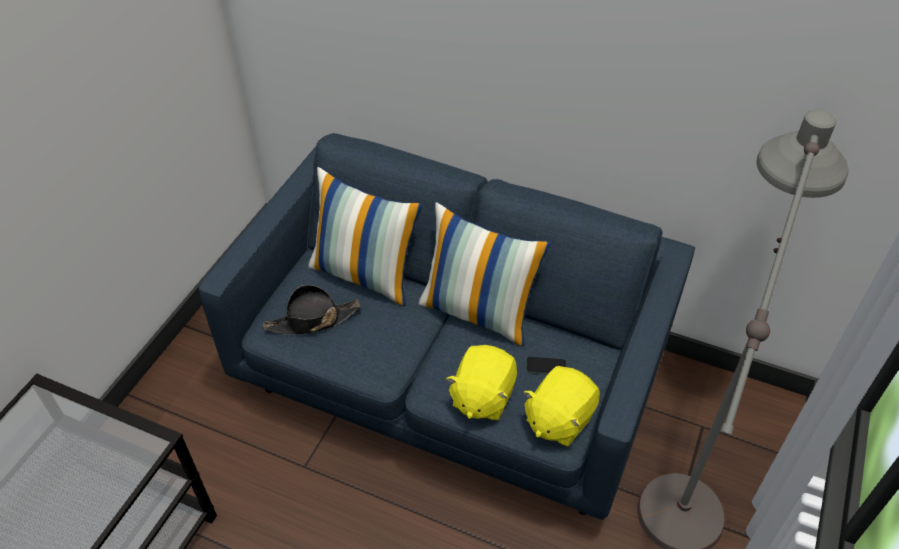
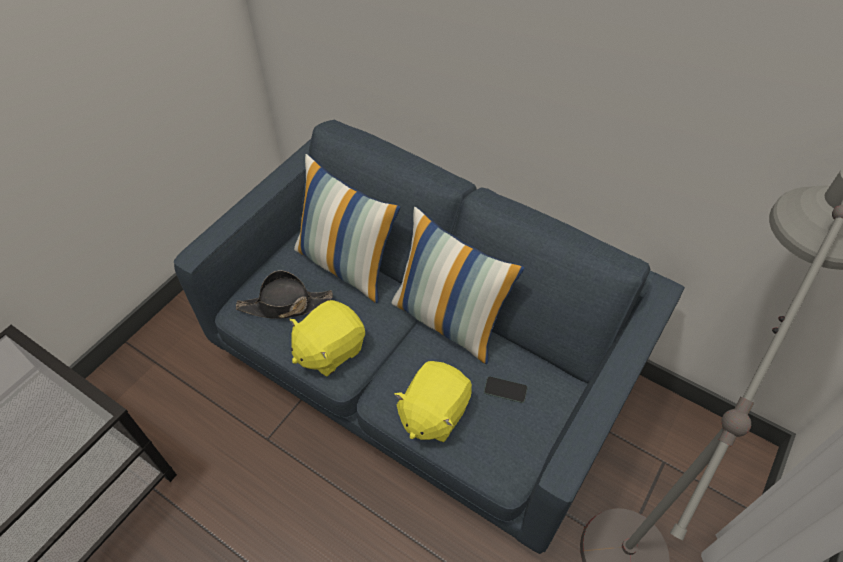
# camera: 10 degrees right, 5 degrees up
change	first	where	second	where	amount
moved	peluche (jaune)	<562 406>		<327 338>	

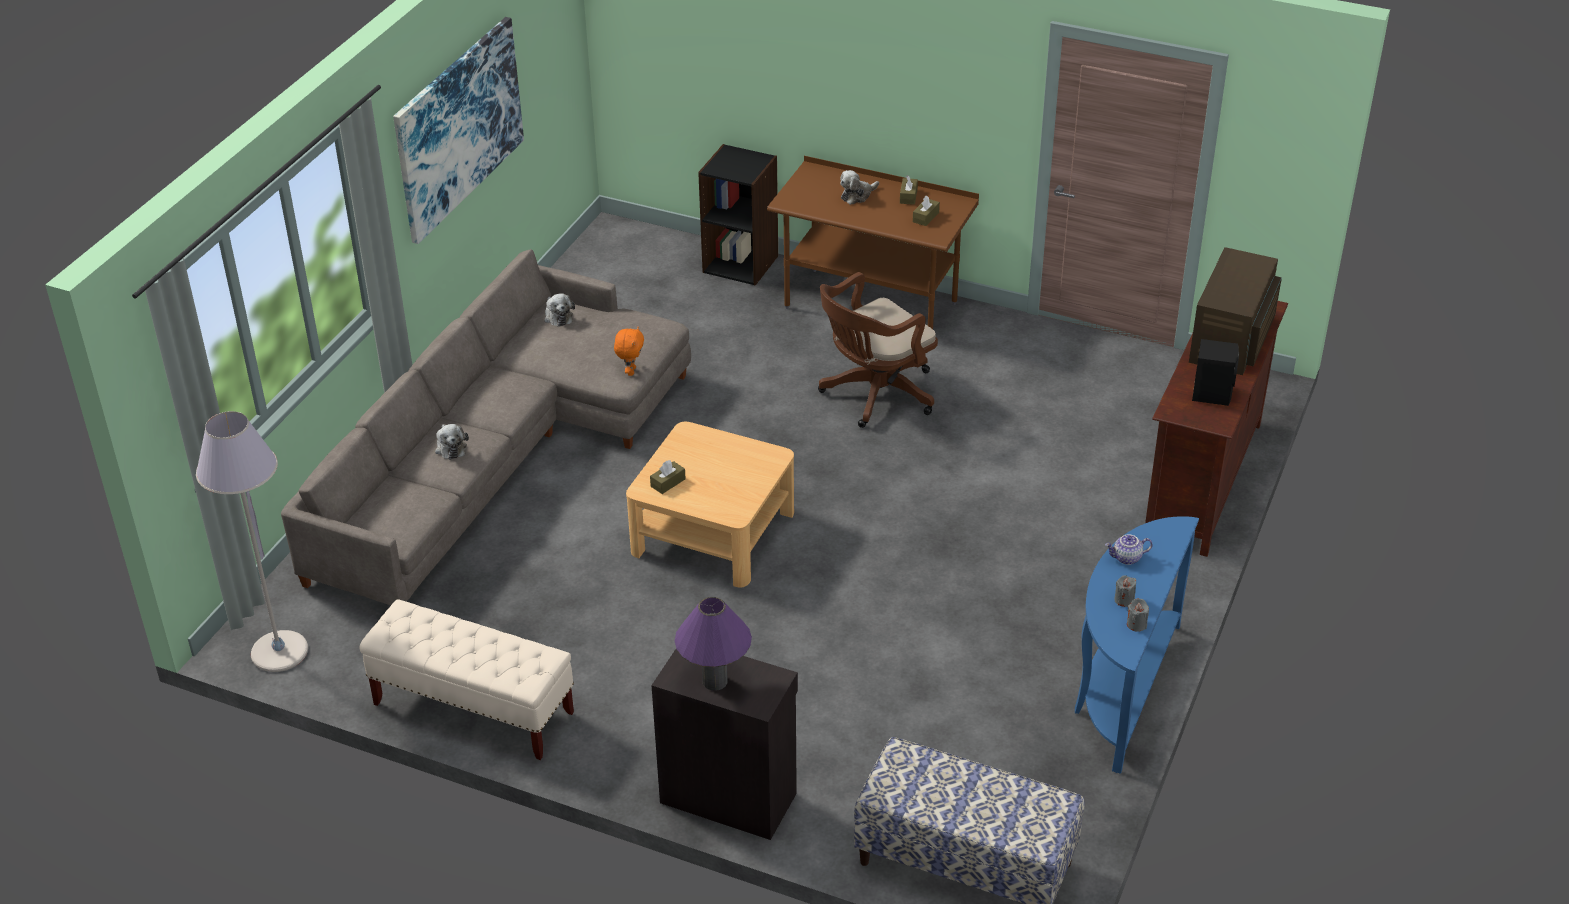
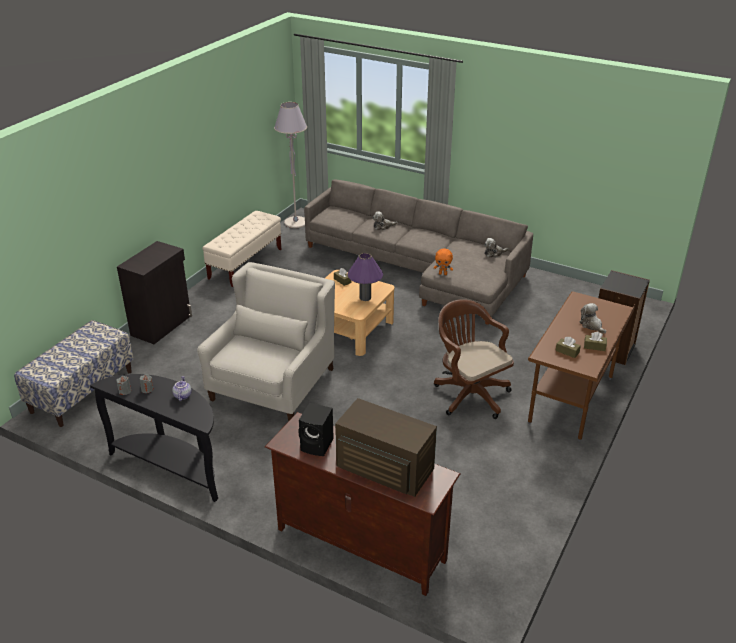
# camera: 95 degrees right, 5 degrees down
change	first	where	second	where	amount
removed	tableau	<458 130>			
moved	lampe de table (violet)	<713 644>		<365 277>	
recoloured	table console (bleu)	<1137 645>	table console (noir)	<154 438>	
added			fauteuil (blanc)	<266 341>	

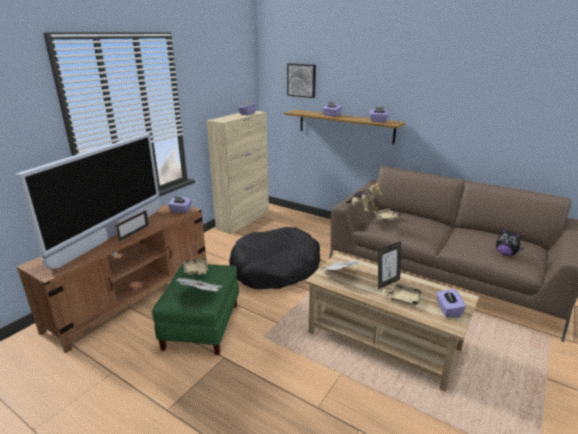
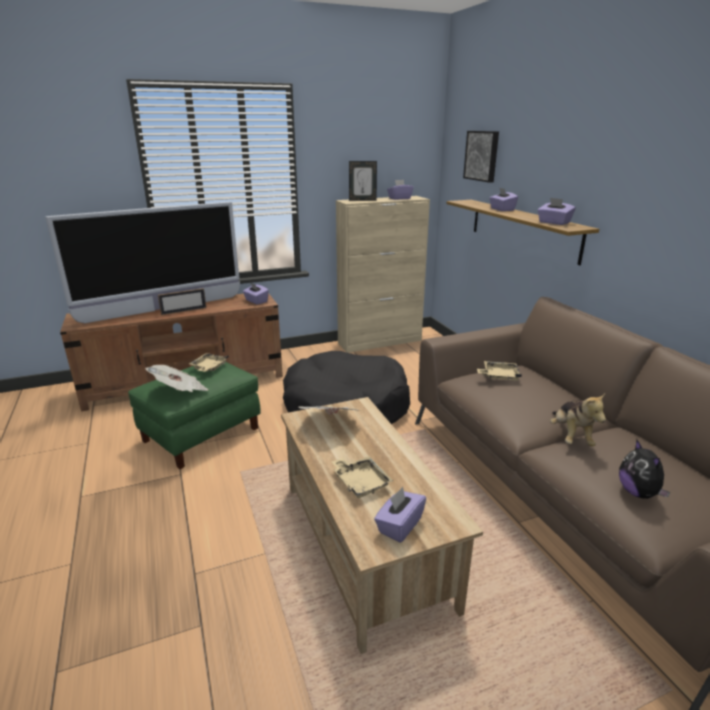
# camera: 35 degrees right, 0 degrees up
change	first	where	second	where	amount
moved	peluche	<364 197>		<578 419>	
moved	cadre photo	<389 265>		<363 181>	

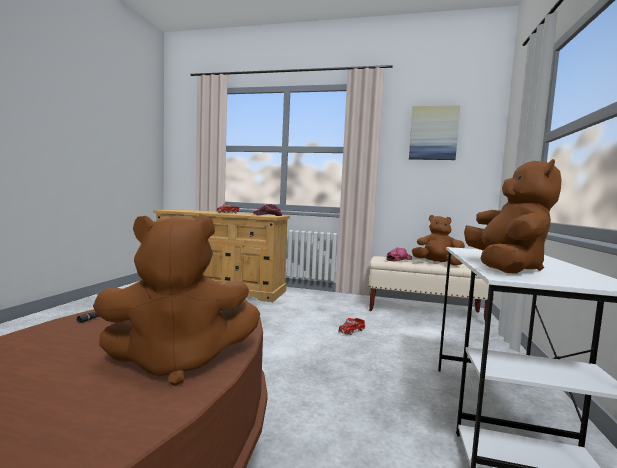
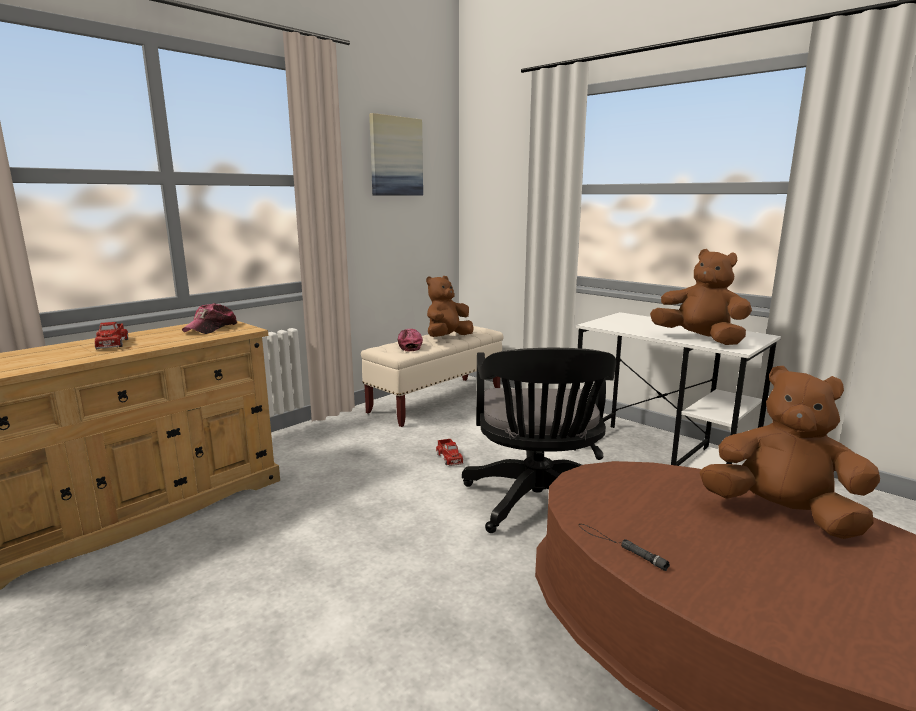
# camera: 60 degrees left, 10 degrees up
change	first	where	second	where	amount
turned	peluche (marron)	<176 300>		<790 452>	75 degrees counterclockwise
added			chaise de bureau (noir)	<539 440>	

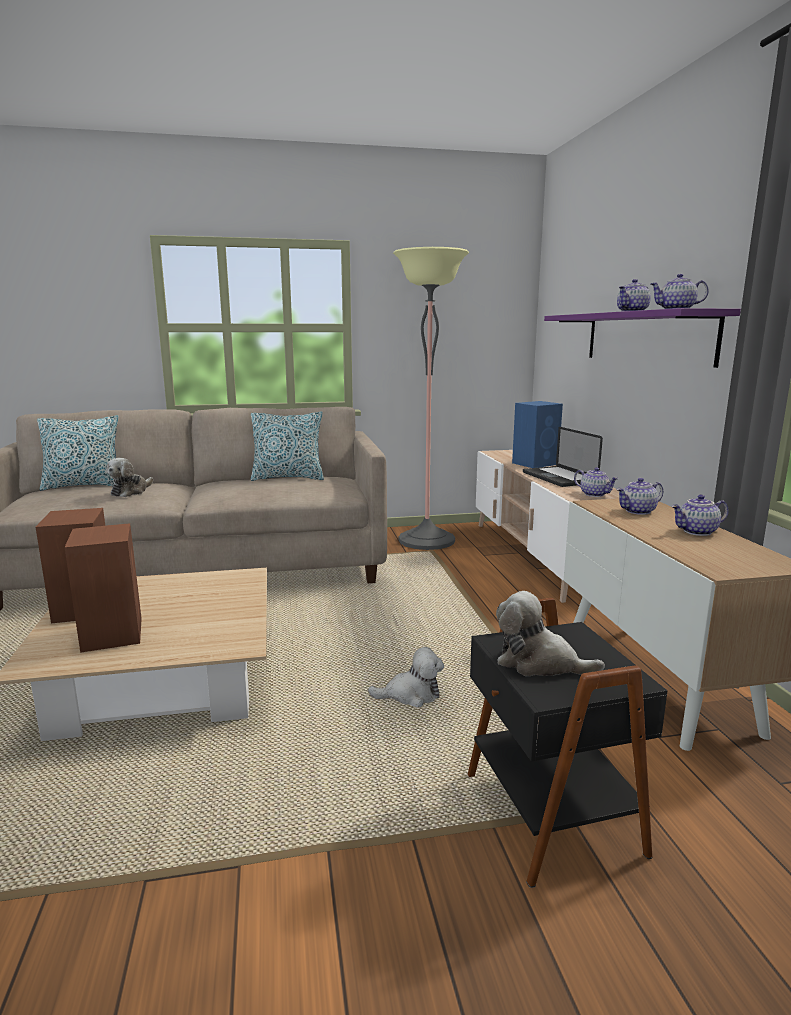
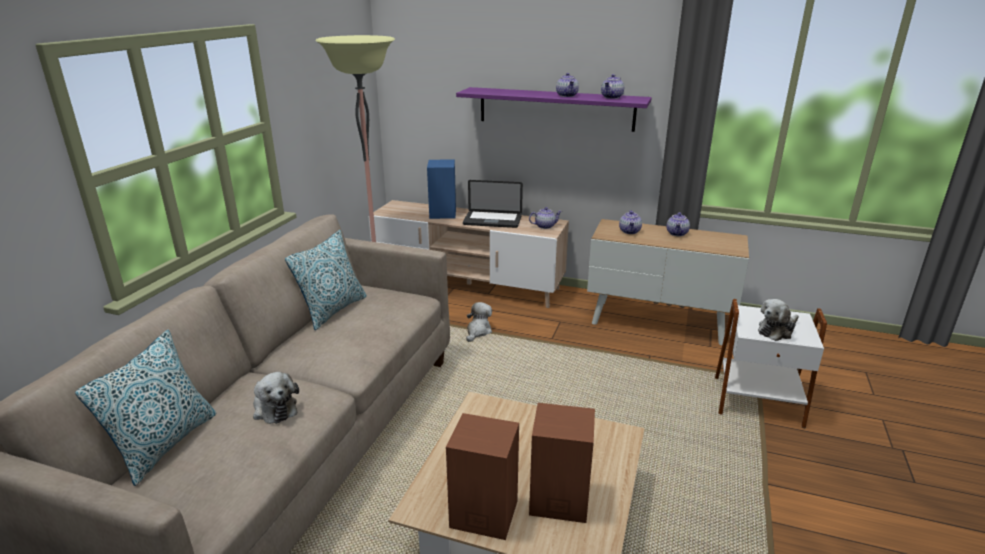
# camera: 60 degrees left, 10 degrees up
change	first	where	second	where	amount
moved	peluche	<406 677>		<479 322>	
recoloured	table d'appoint (noir)	<567 743>	table d'appoint (blanc)	<771 363>	

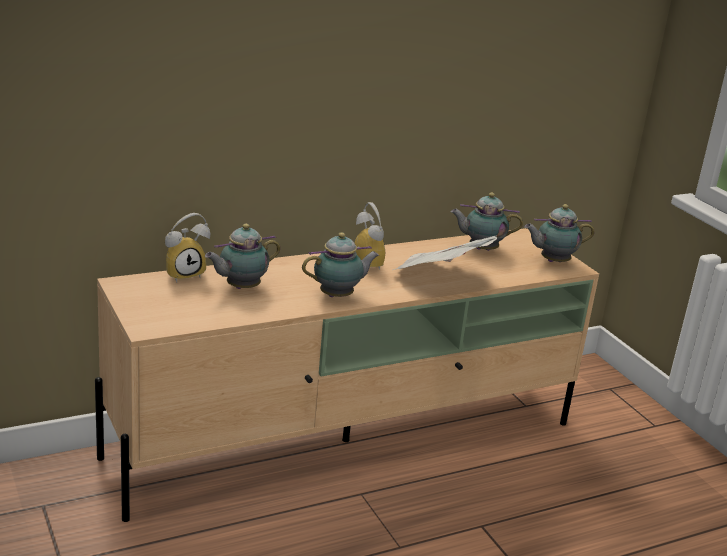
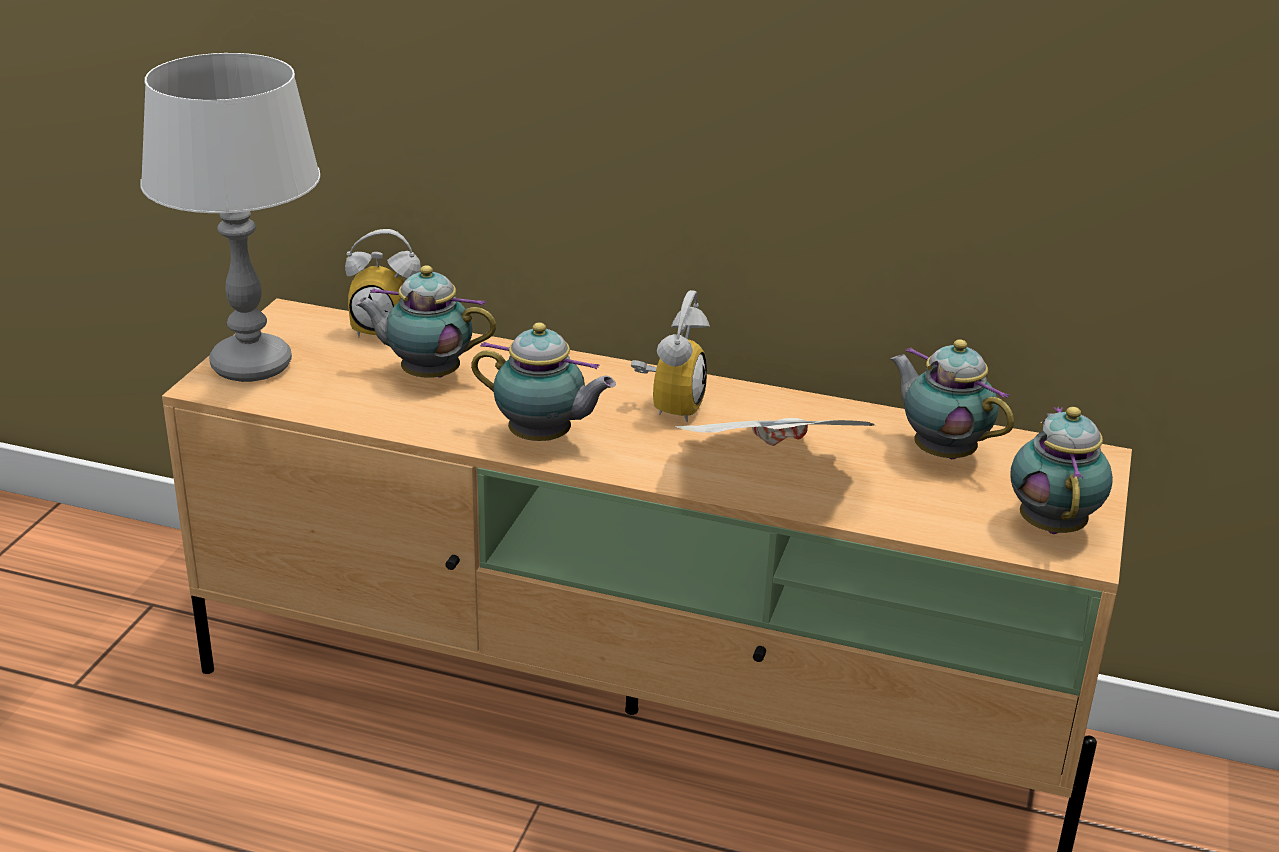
# camera: 45 degrees right, 5 degrees up
change	first	where	second	where	amount
turned	théière	<559 233>		<1062 470>	60 degrees clockwise
added			lampe de table (gris)	<230 217>	

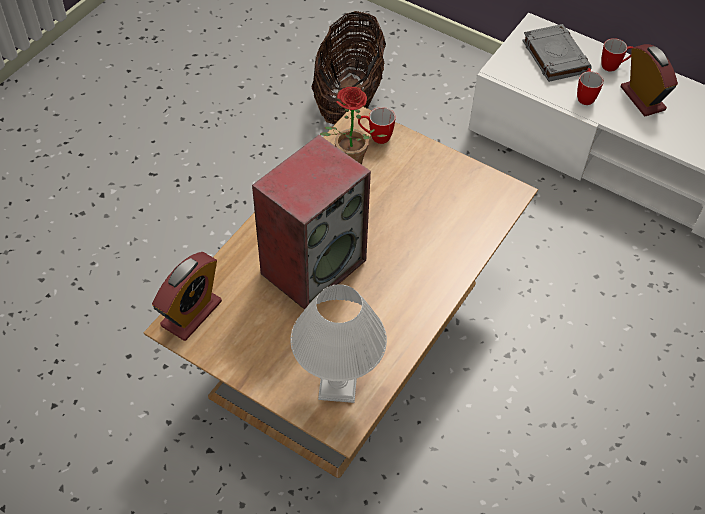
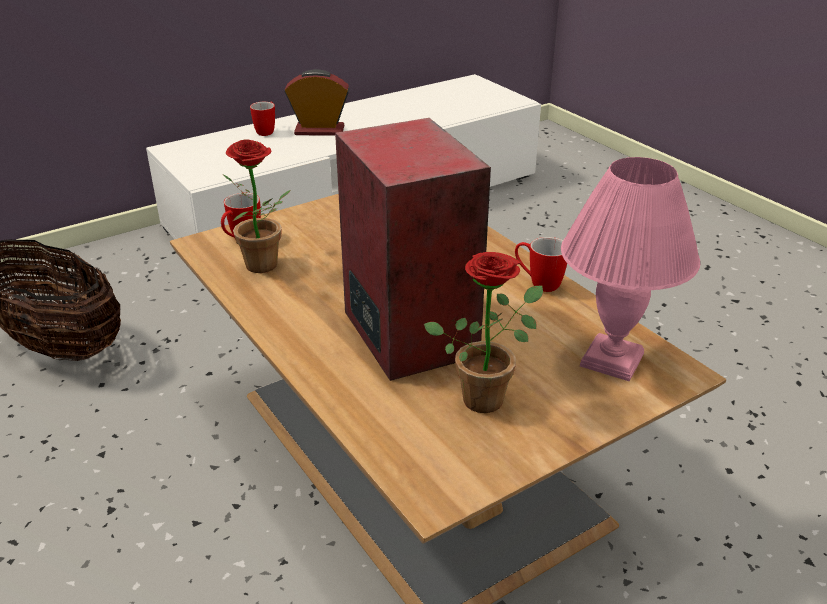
# camera: 65 degrees left, 20 degrees down
change	first	where	second	where	amount
removed	réveil	<187 296>			
recoloured	lampe de table (blanc)	<338 344>	lampe de table (rose)	<630 269>	
removed	livre (gris)	<557 53>			
moved	mug	<590 86>		<541 264>	
added			plante en pot	<483 332>	

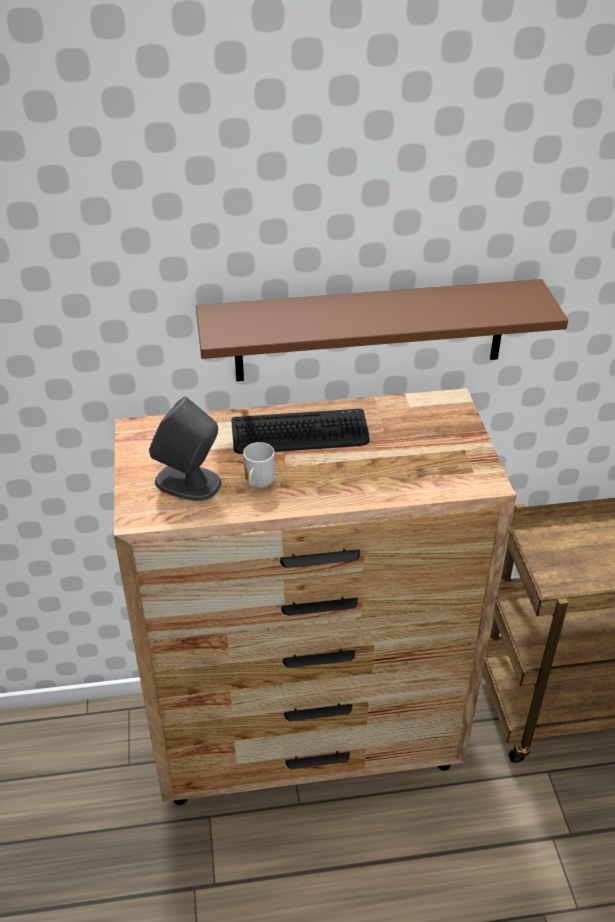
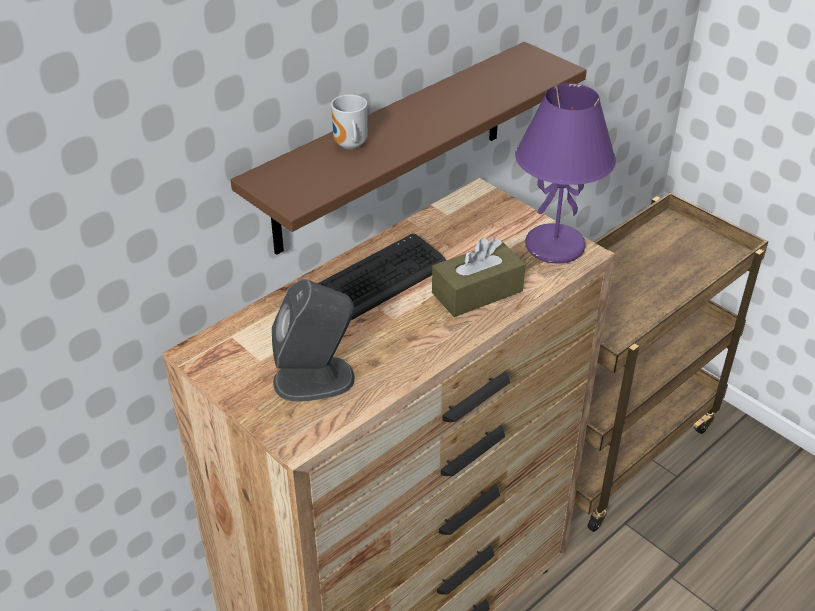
# camera: 35 degrees left, 0 degrees up
change	first	where	second	where	amount
moved	mug	<259 465>		<349 122>	
added			boîte à mouchoirs (marron)	<478 277>	
added			lampe de table (violet)	<565 173>	

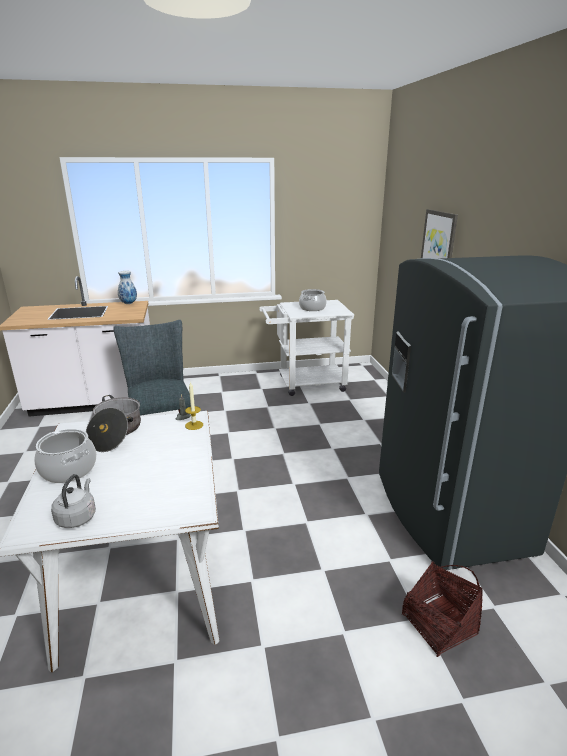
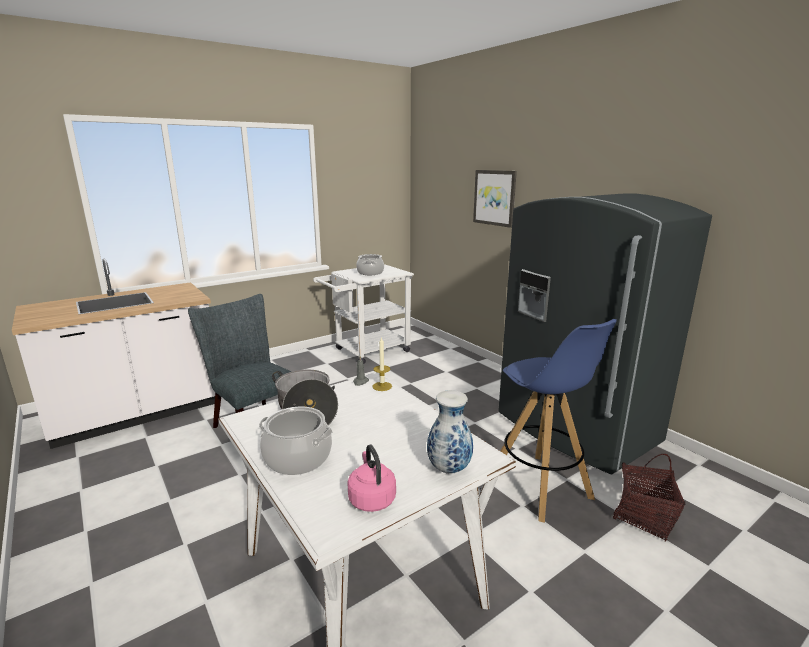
# camera: 25 degrees left, 5 degrees down
change	first	where	second	where	amount
recoloured	bouilloire (gris)	<73 501>	bouilloire (rose)	<371 478>	
moved	vase	<127 287>		<450 432>	
added			tabouret (bleu)	<558 421>	

